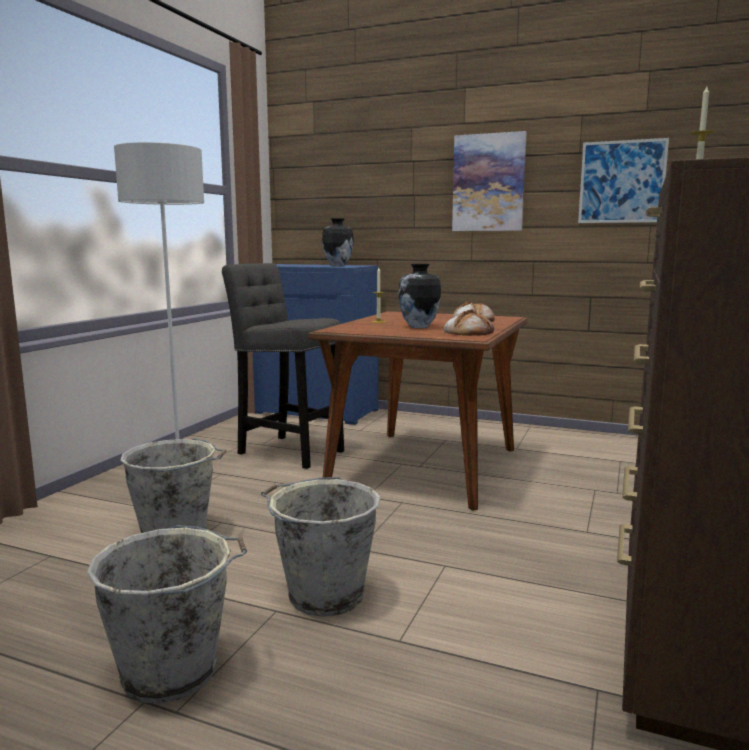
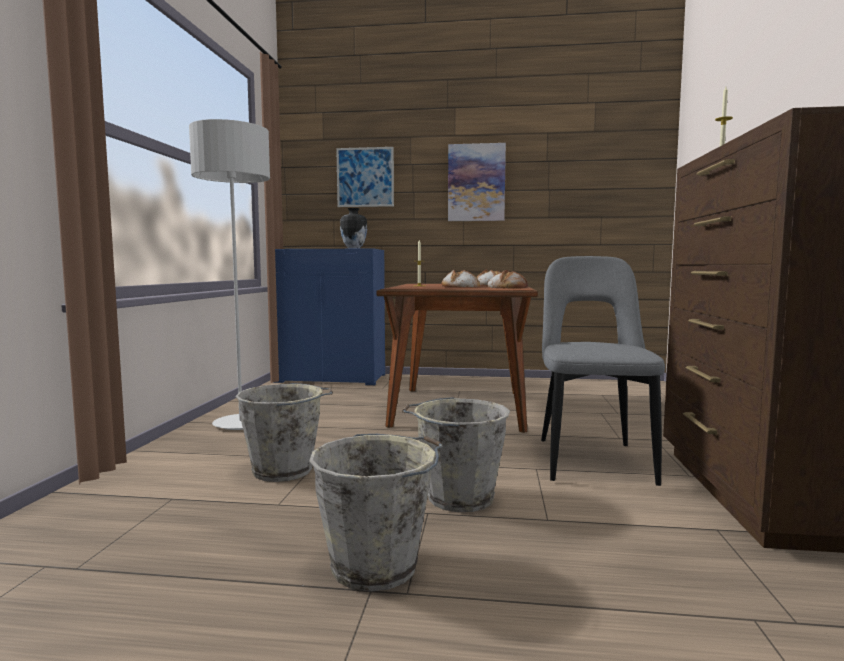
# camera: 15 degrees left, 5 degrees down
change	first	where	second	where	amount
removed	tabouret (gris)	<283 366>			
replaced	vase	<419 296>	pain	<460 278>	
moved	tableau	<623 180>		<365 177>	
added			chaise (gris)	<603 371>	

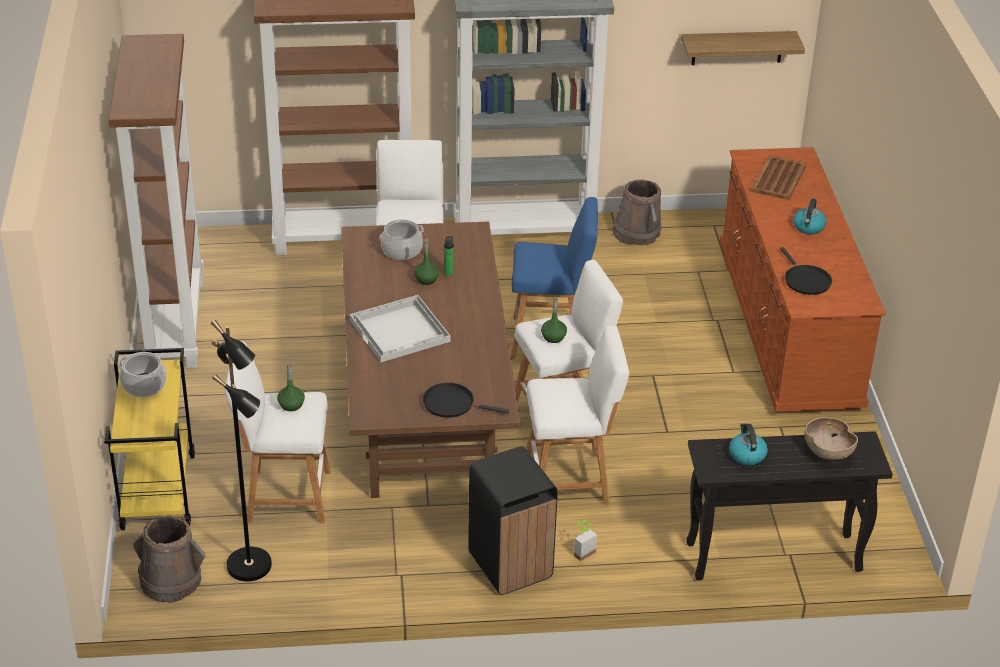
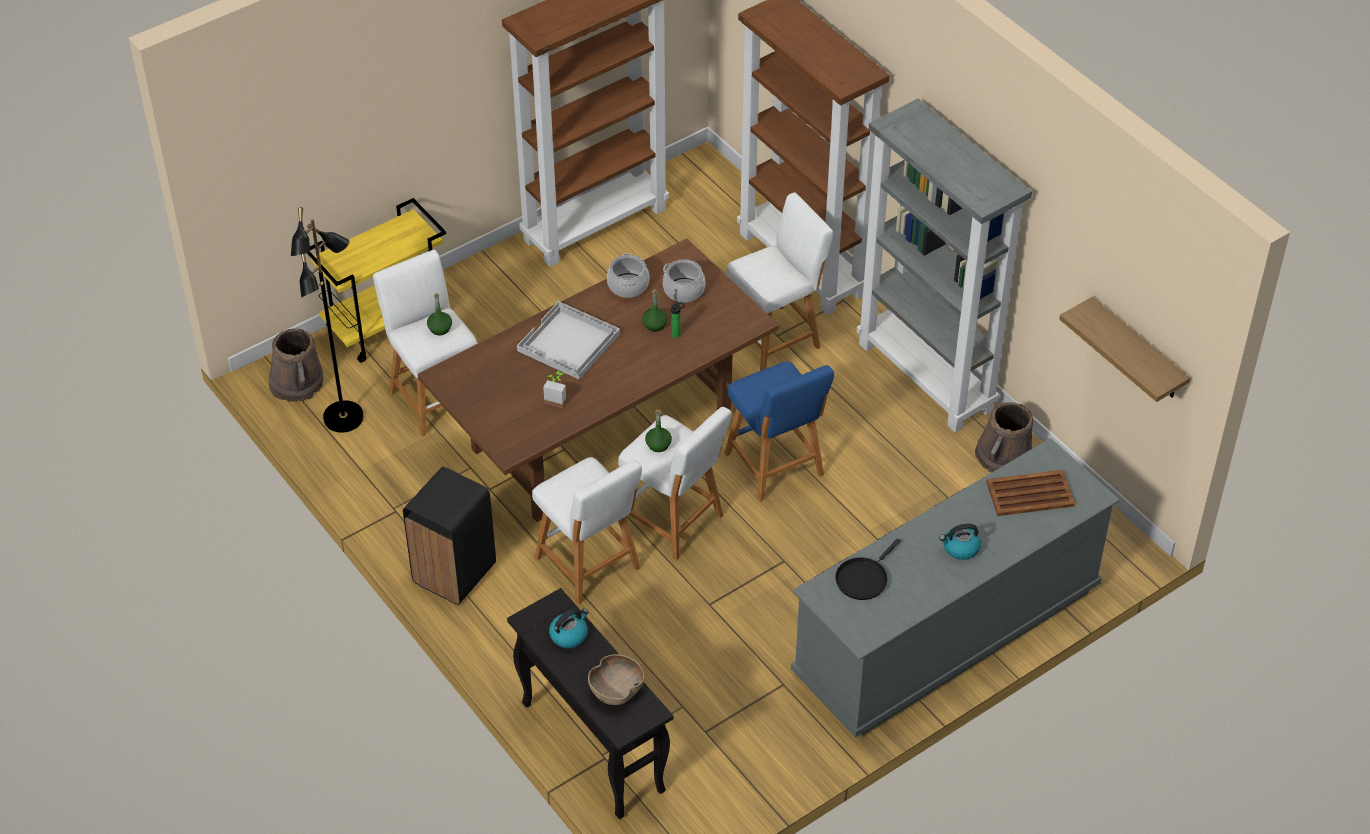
# camera: 60 degrees right, 10 degrees up
change	first	where	second	where	amount
moved	marmite	<143 374>		<628 275>	
removed	poêle (noir)	<466 400>			
moved	plante en pot	<585 540>		<554 389>	
recoloured	commode (marron)	<803 280>	commode (gris)	<955 588>	

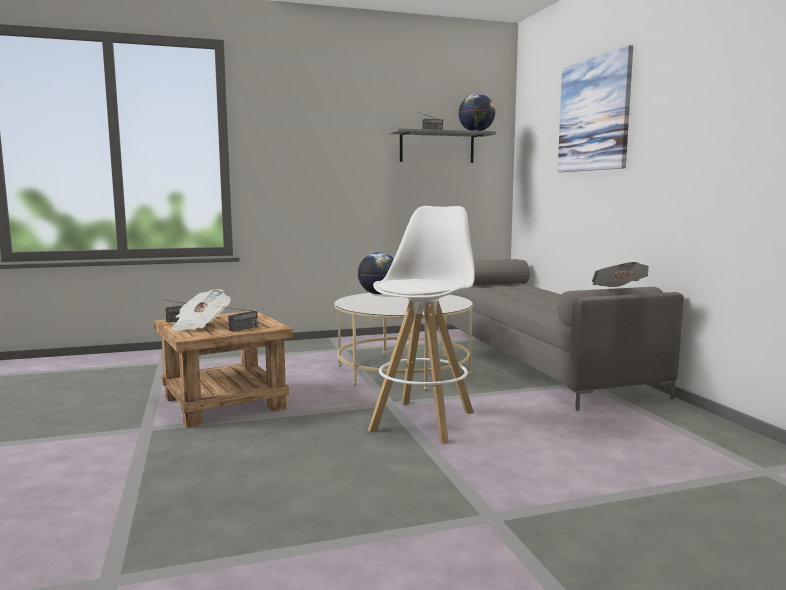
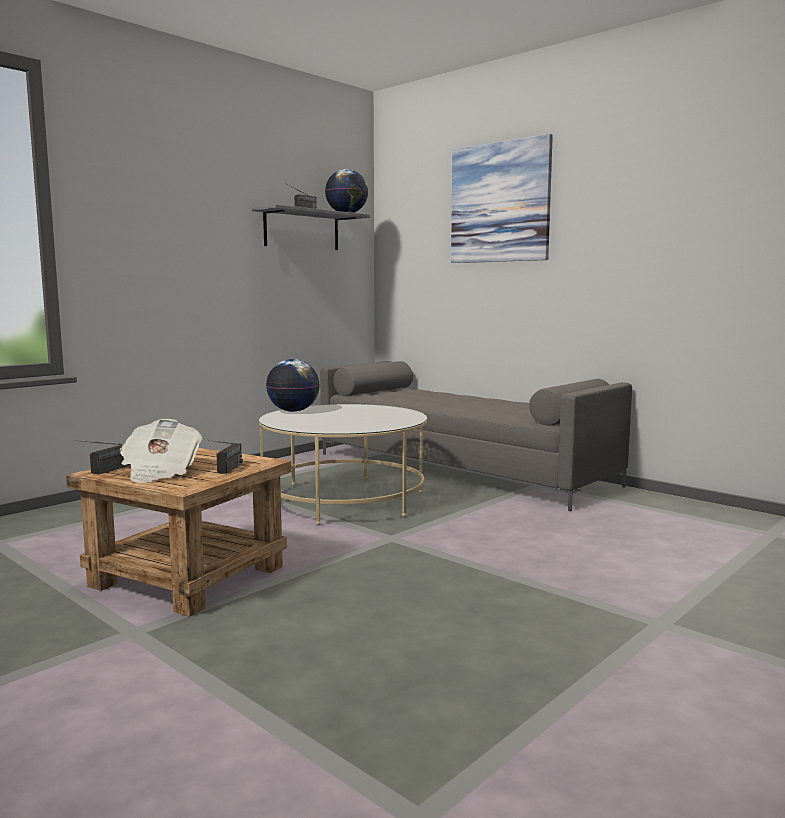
# camera: 30 degrees left, 0 degrees up
change	first	where	second	where	amount
removed	tabouret (blanc)	<421 325>			
removed	journal	<620 274>			

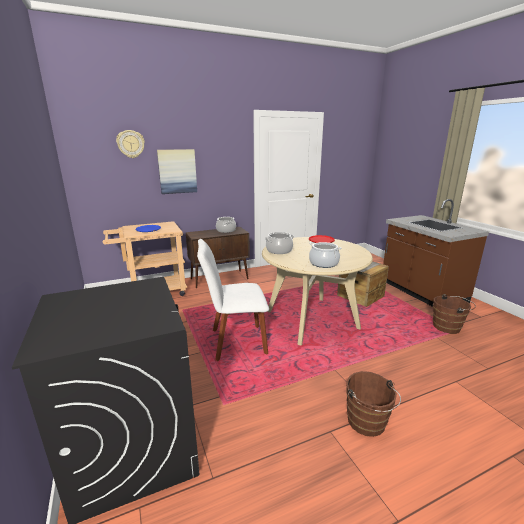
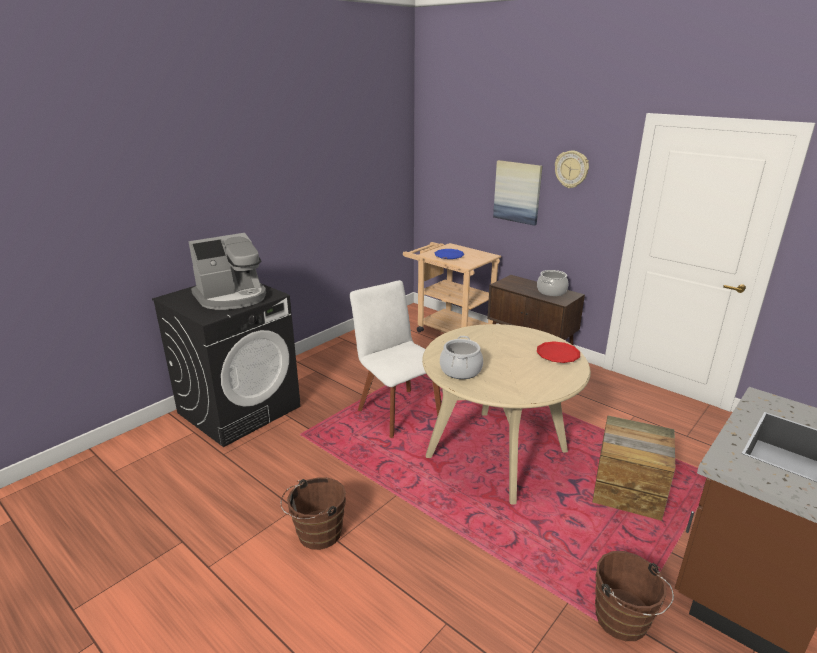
# camera: 65 degrees right, 5 degrees up
change	first	where	second	where	amount
moved	horloge murale	<130 144>		<572 169>	
removed	marmite	<279 243>			
added			machine à café	<227 271>	

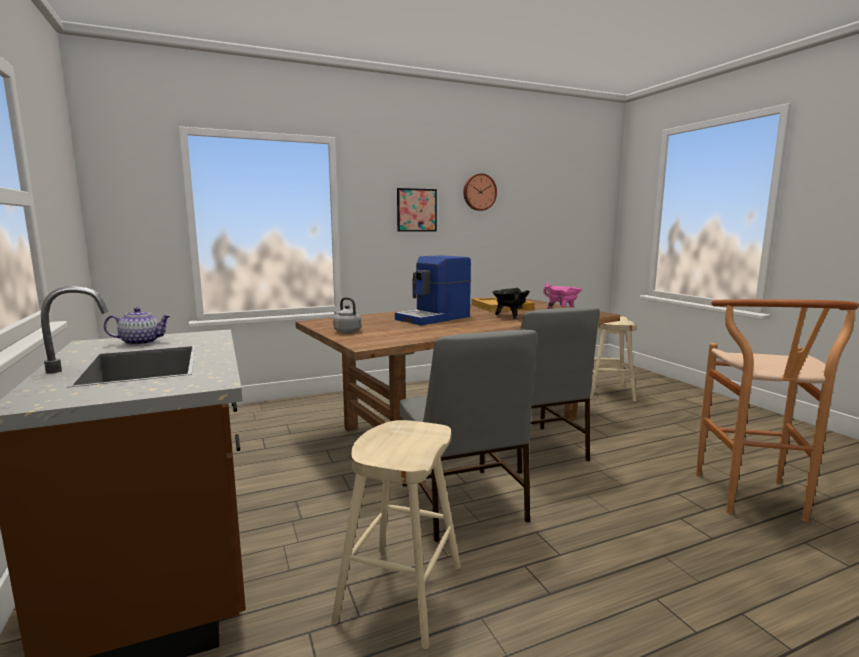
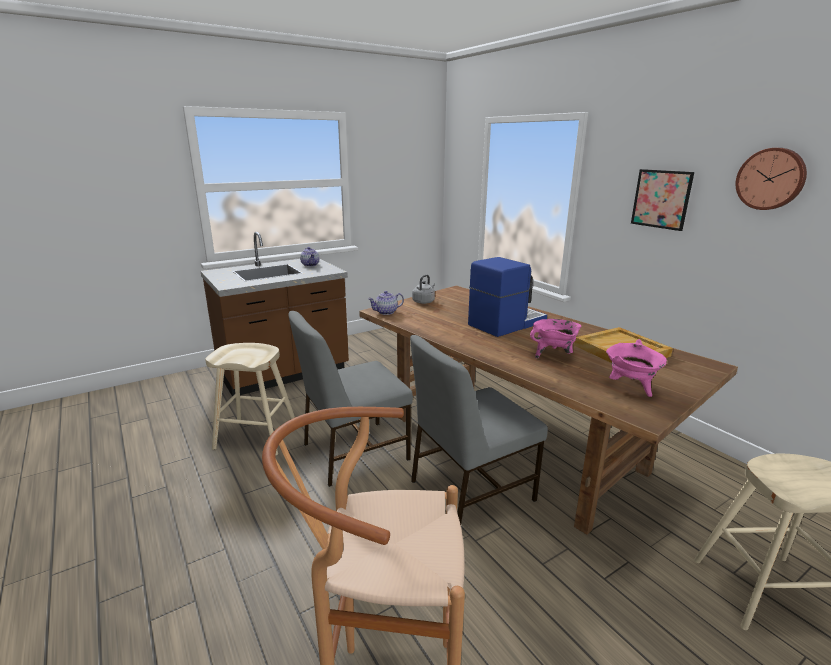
# camera: 80 degrees right, 10 degrees up
change	first	where	second	where	amount
turned	machine à café	<433 290>		<507 297>	105 degrees clockwise
recoloured	marmite (noir)	<511 303>	marmite (rose)	<555 338>	
added			théière	<386 303>	

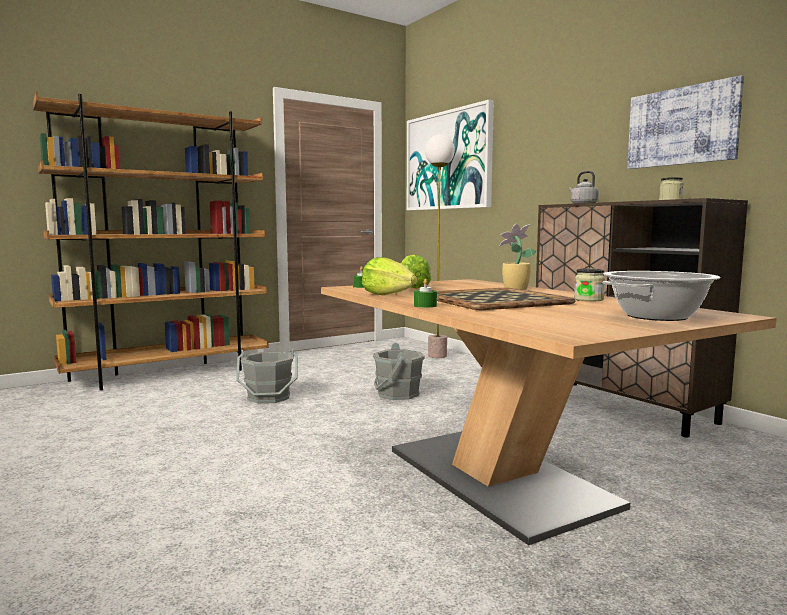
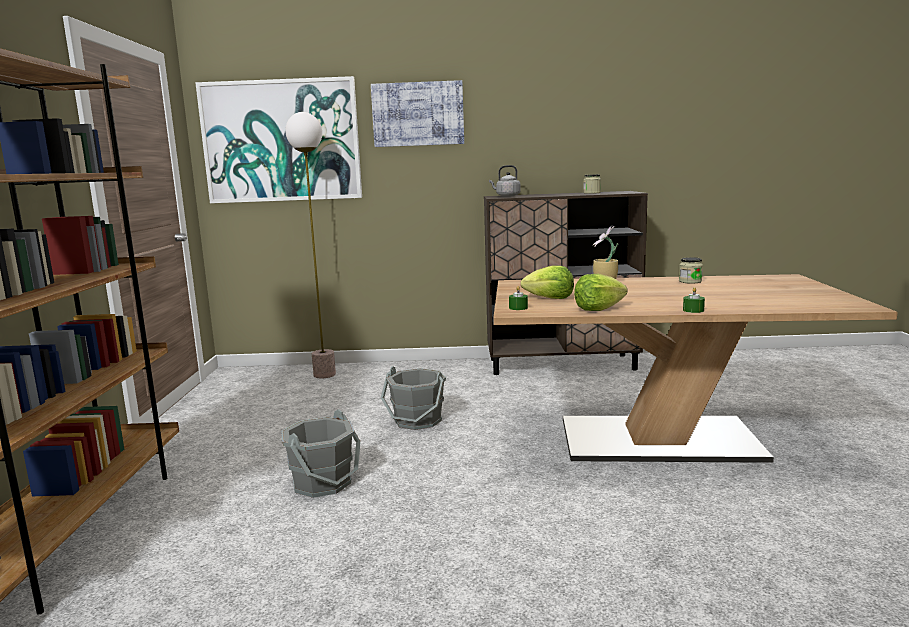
# camera: 55 degrees left, 5 degrees up
change	first	where	second	where	amount
removed	plateau	<506 299>			
removed	marmite	<661 296>			
moved	tableau	<685 122>		<417 113>	

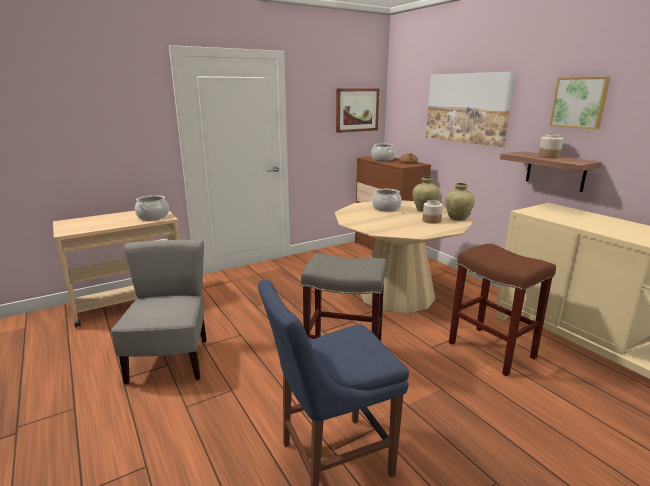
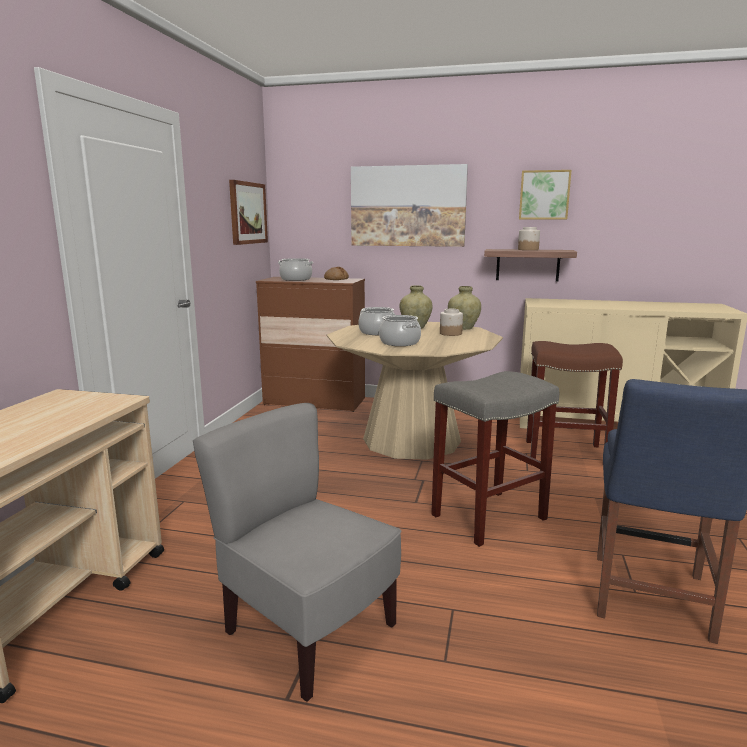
# camera: 45 degrees left, 5 degrees down
change	first	where	second	where	amount
moved	marmite	<152 207>		<400 330>	

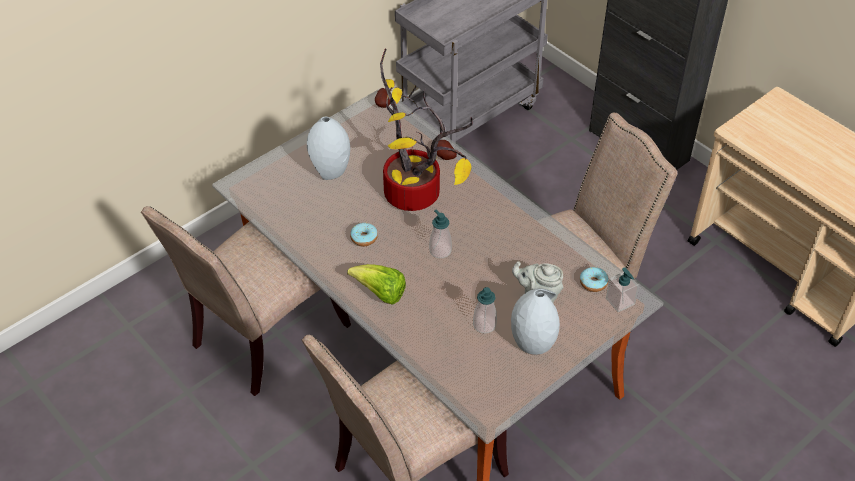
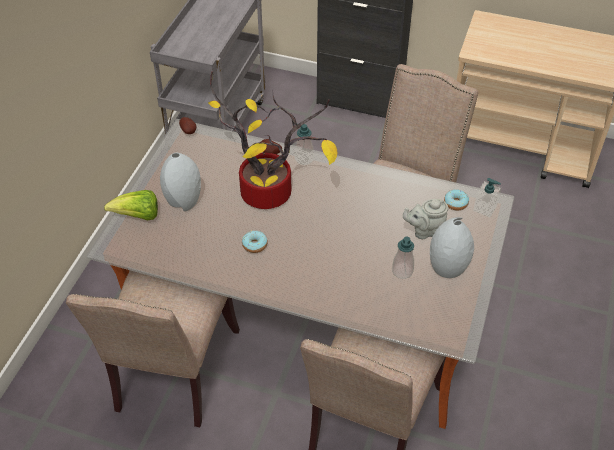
# camera: 30 degrees left, 0 degrees up
change	first	where	second	where	amount
moved	laitue	<376 284>		<131 205>	
moved	distributeur de savon	<440 234>		<304 144>	

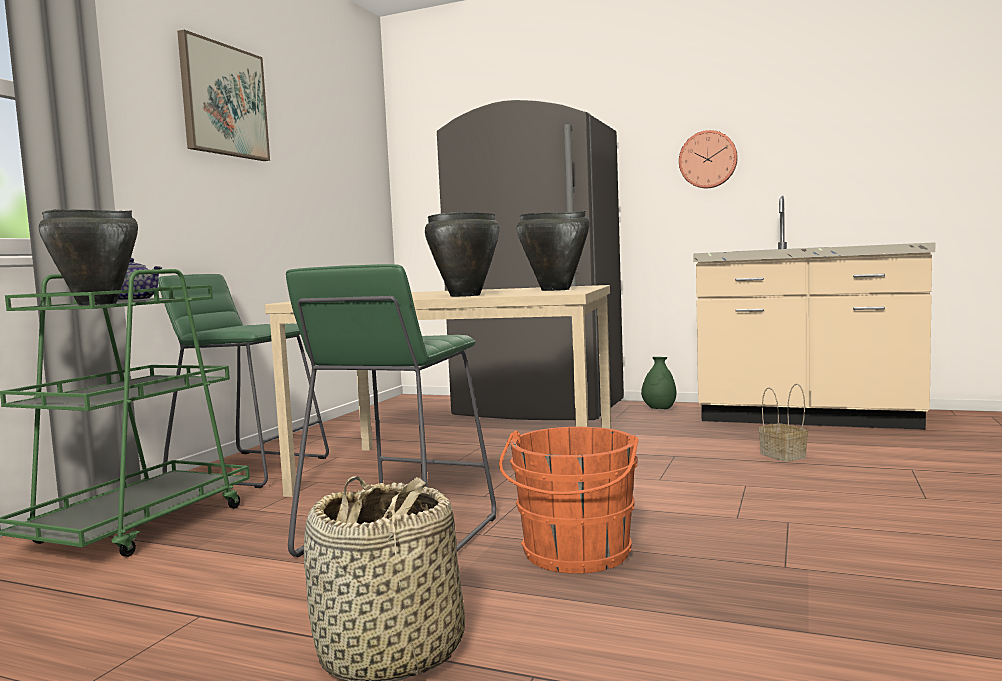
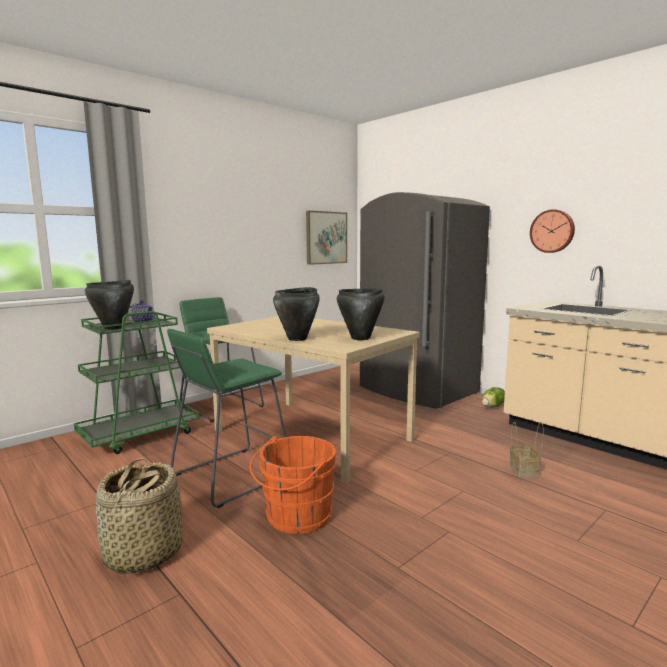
# camera: 25 degrees right, 5 degrees up
change	first	where	second	where	amount
moved	tableau	<223 95>		<326 238>	
replaced	vase (vert)	<659 383>	laitue	<493 397>	

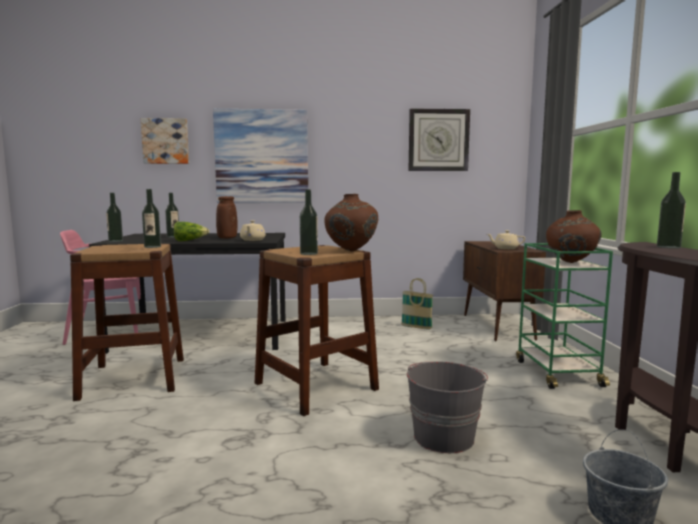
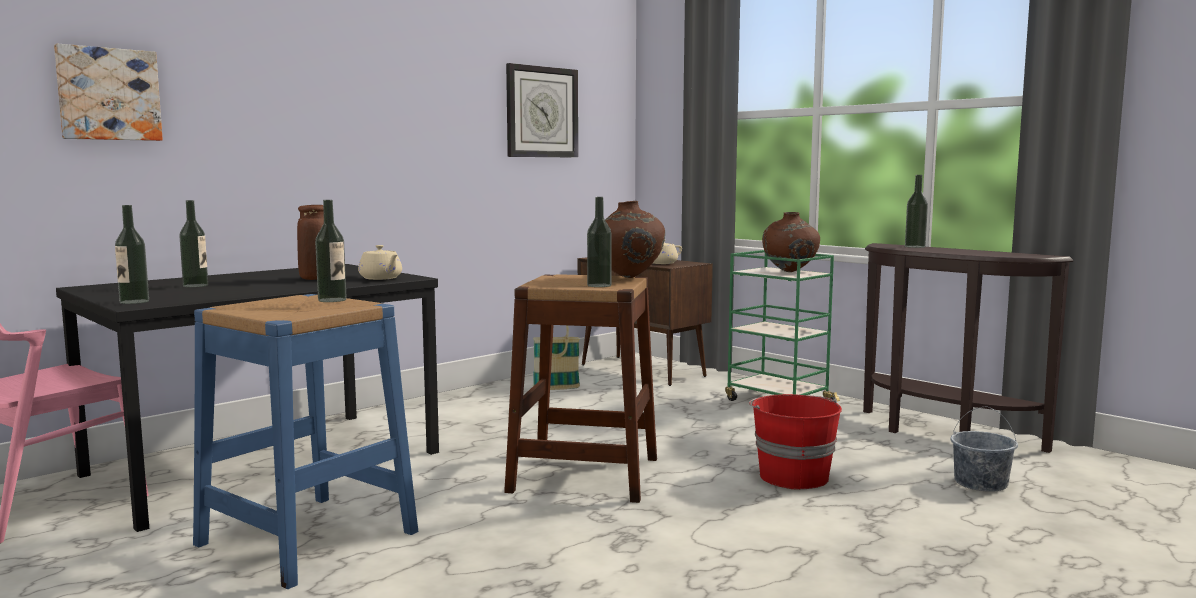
# camera: 40 degrees left, 0 degrees up
change	first	where	second	where	amount
recoloured	tabouret (marron)	<127 322>	tabouret (bleu)	<305 441>	
removed	laitue	<191 231>			
removed	tableau	<260 156>			
recoloured	seau (gris)	<447 407>	seau (rouge)	<795 442>	

